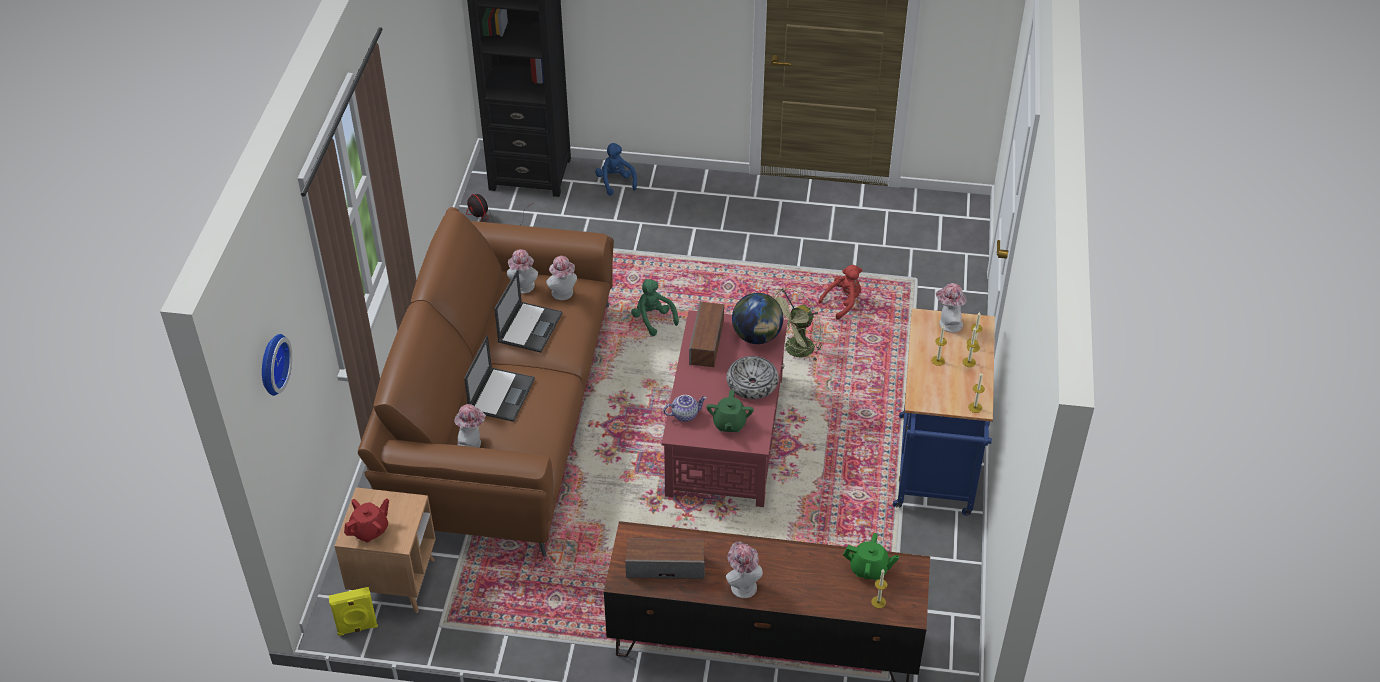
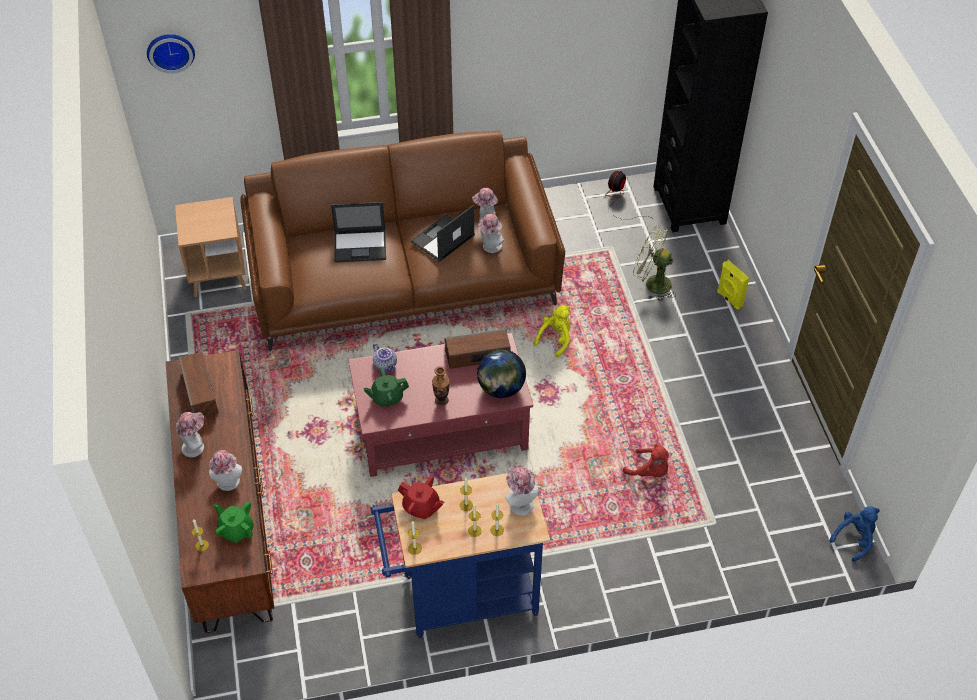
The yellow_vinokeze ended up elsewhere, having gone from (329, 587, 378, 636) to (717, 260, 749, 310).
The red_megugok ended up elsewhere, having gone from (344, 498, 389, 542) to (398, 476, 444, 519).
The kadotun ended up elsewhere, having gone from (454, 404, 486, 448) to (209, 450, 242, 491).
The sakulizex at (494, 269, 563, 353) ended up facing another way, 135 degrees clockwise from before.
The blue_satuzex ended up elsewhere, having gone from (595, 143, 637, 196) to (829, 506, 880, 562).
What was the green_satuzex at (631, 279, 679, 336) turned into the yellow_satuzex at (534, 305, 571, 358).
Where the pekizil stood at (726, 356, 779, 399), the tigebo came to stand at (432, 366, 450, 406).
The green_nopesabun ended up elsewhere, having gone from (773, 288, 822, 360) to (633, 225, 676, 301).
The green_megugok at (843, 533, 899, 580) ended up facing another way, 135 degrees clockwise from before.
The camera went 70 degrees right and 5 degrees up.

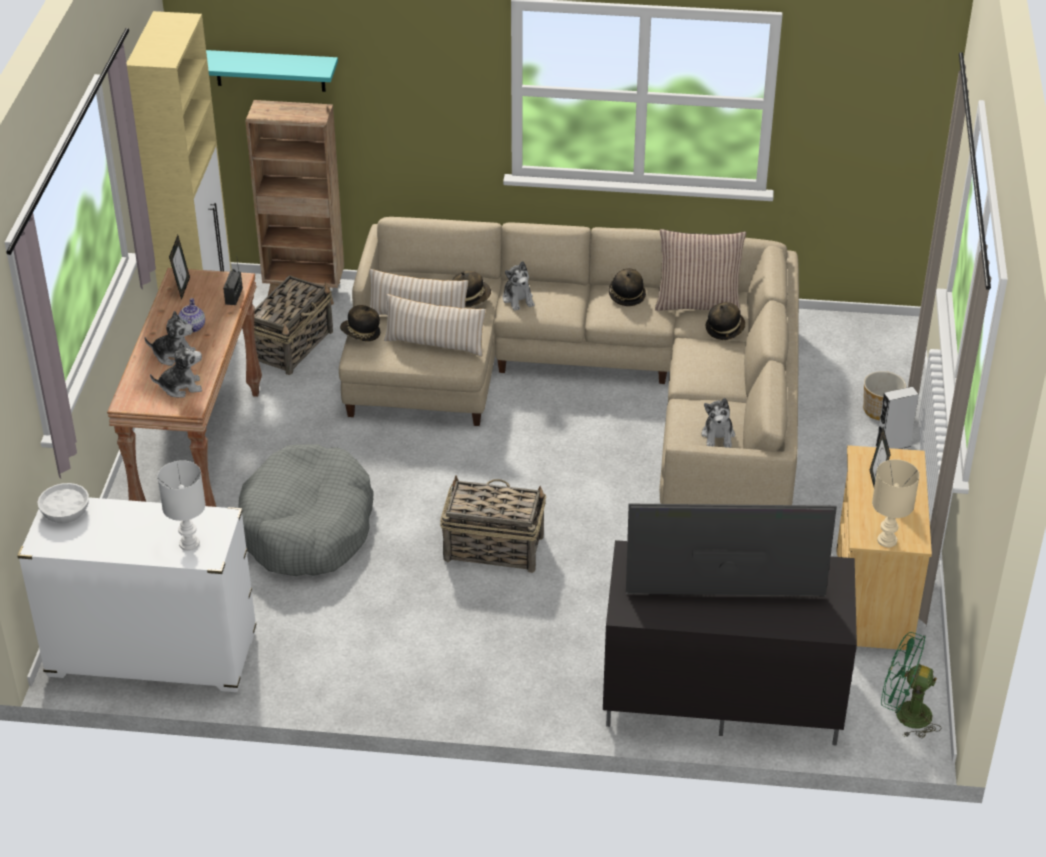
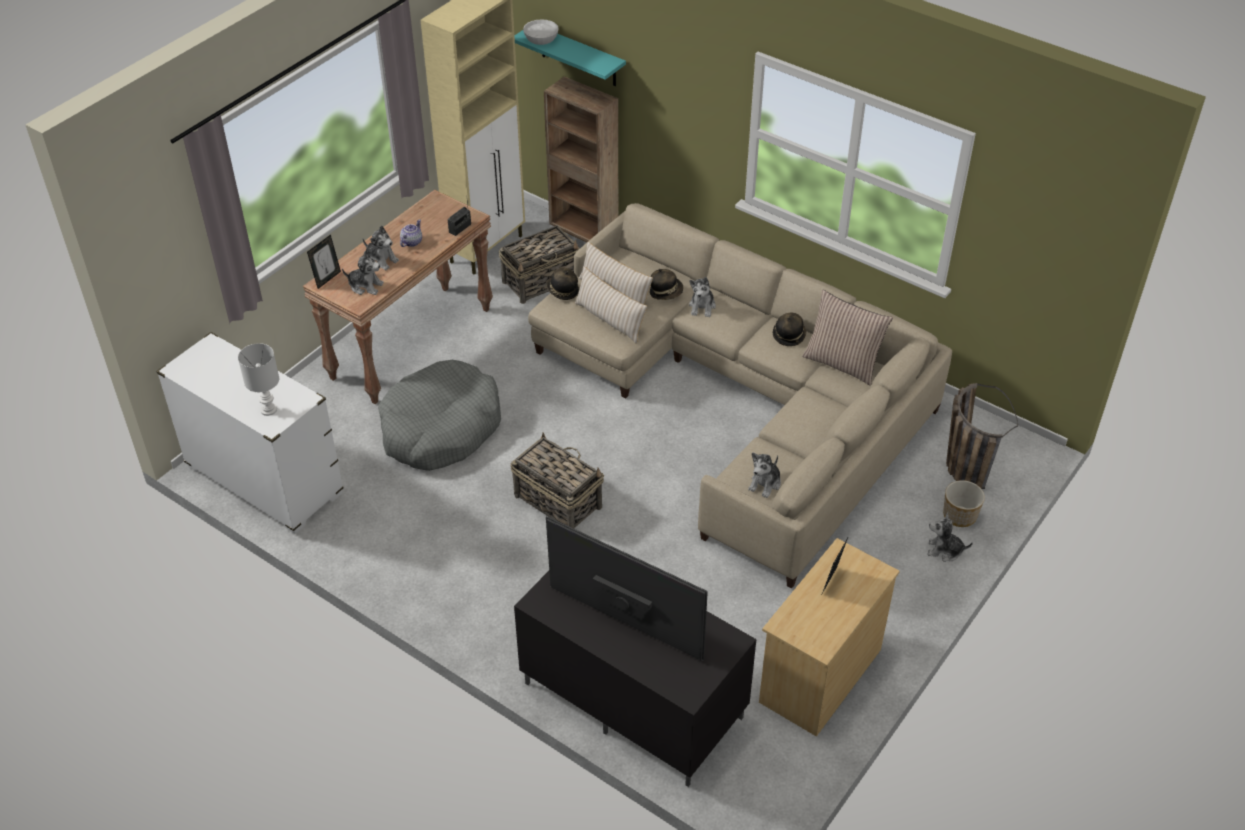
The white_pekizil ended up elsewhere, having gone from (37, 483, 89, 523) to (523, 19, 559, 45).
The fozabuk ended up elsewhere, having gone from (169, 235, 190, 300) to (307, 235, 341, 289).
The second view lost the kadotun at (706, 302, 745, 340).
The second view lost the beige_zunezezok at (872, 459, 920, 547).
Where the grey_vinokeze stood at (875, 387, 919, 449), the satuzex came to stand at (928, 512, 973, 562).
The second view lost the green_nopesabun at (881, 632, 942, 738).
The second view gained the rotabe at (946, 383, 1018, 489).
The camera went 30 degrees right and 5 degrees up.

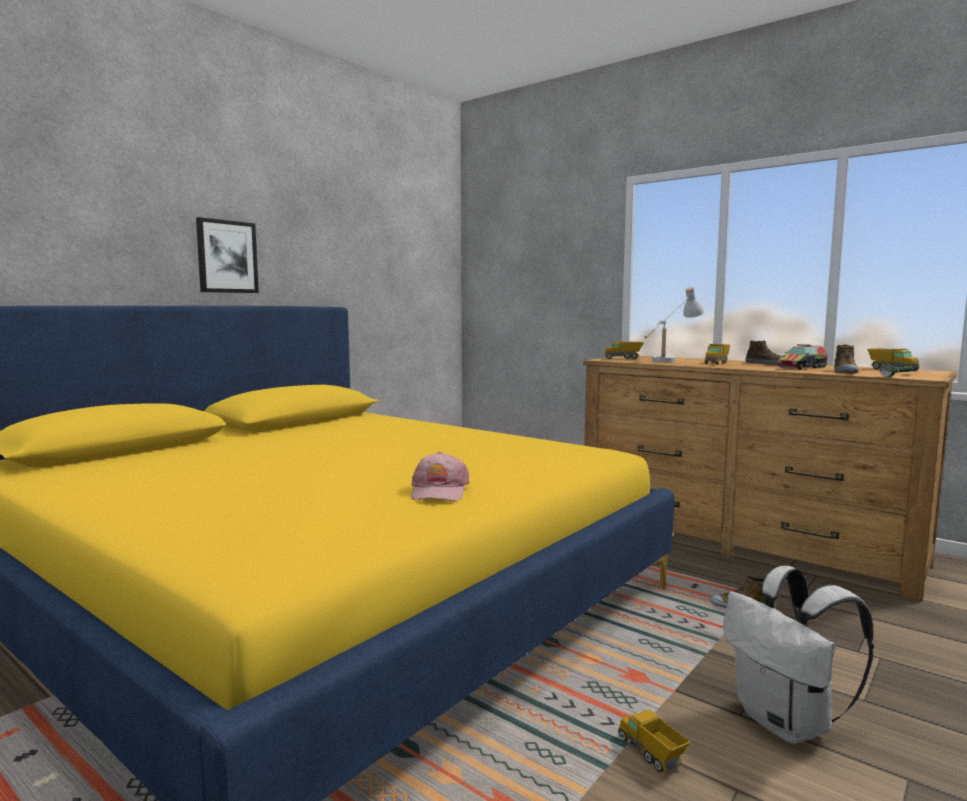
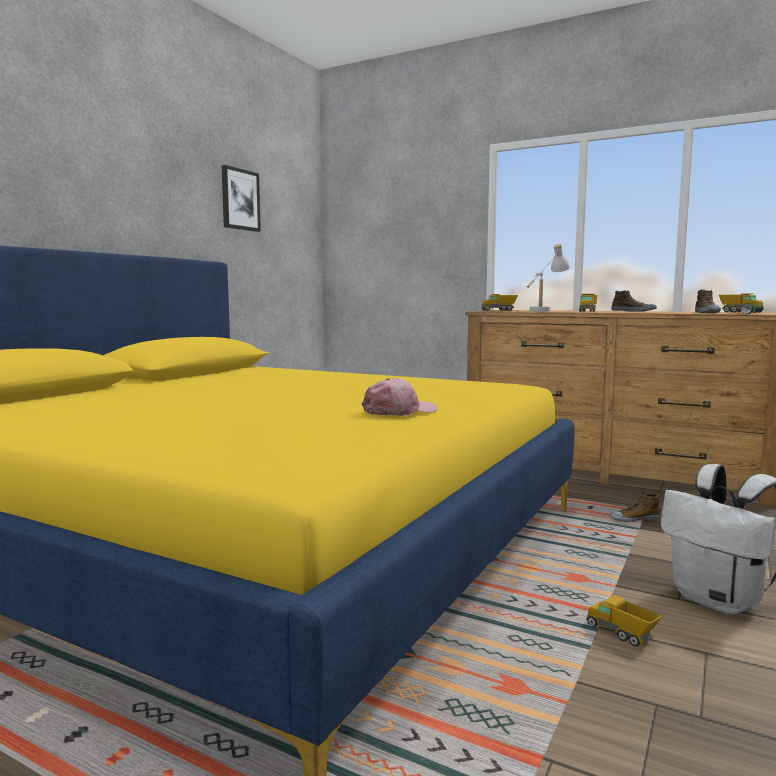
The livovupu ended up elsewhere, having gone from (196, 217, 259, 293) to (222, 165, 261, 232).
The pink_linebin at (411, 452, 469, 501) ended up facing another way, 120 degrees counterclockwise from before.
The second view lost the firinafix at (777, 344, 828, 370).
The camera went 10 degrees left and 0 degrees up.

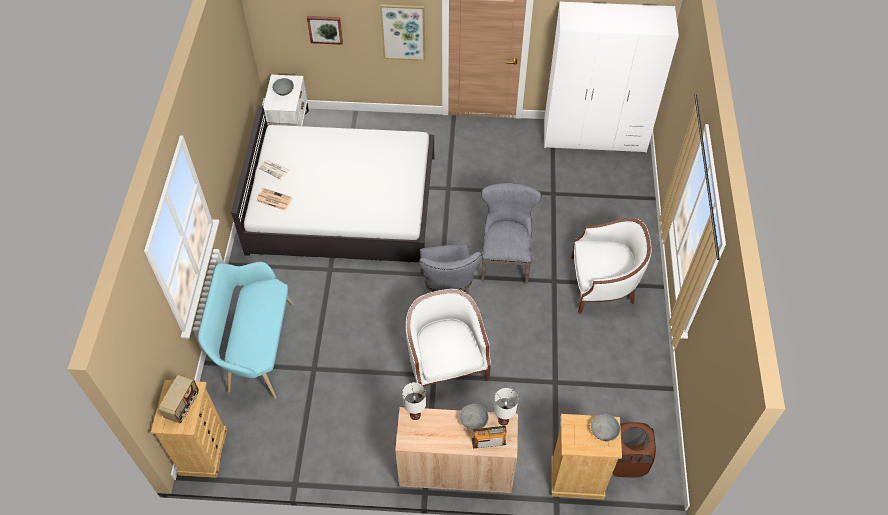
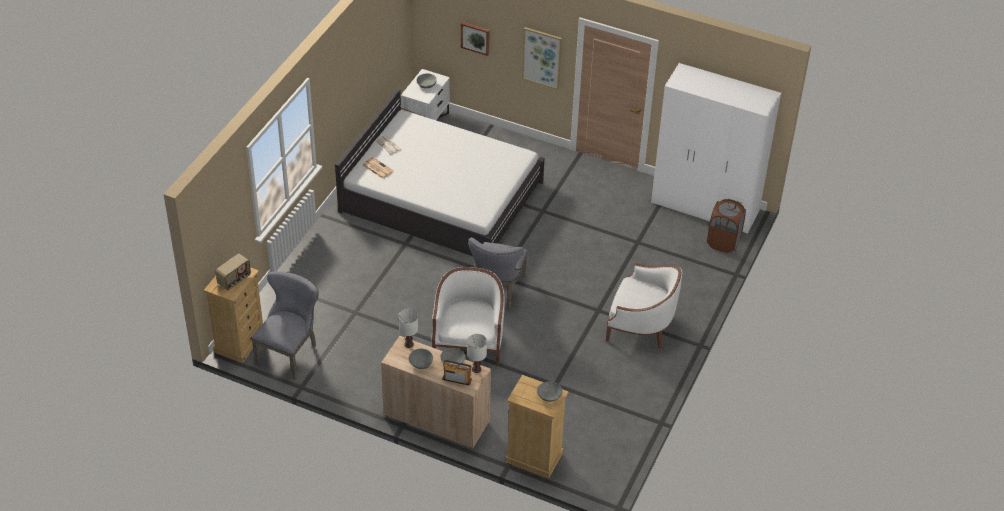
The second view lost the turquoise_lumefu at (198, 262, 294, 399).
The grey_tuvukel ended up elsewhere, having gone from (481, 183, 541, 284) to (252, 271, 319, 380).
The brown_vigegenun ended up elsewhere, having gone from (612, 422, 656, 477) to (707, 199, 746, 253).
The second view gained the grey_pekizil at (409, 349, 433, 369).
The camera went 20 degrees right and 10 degrees down.

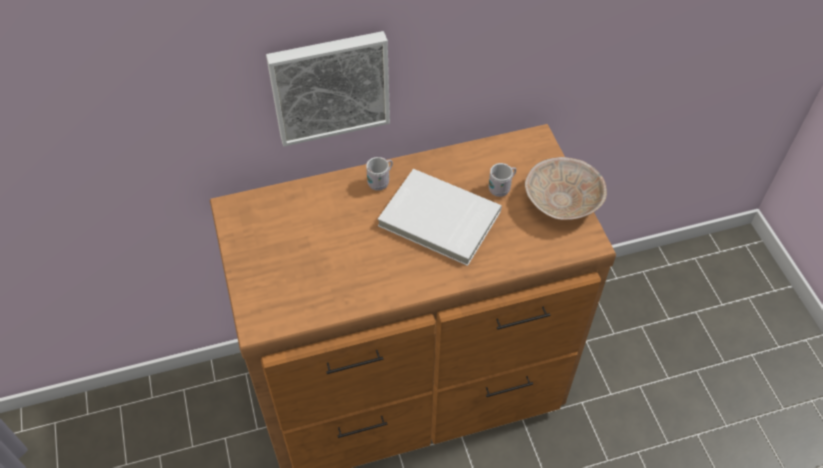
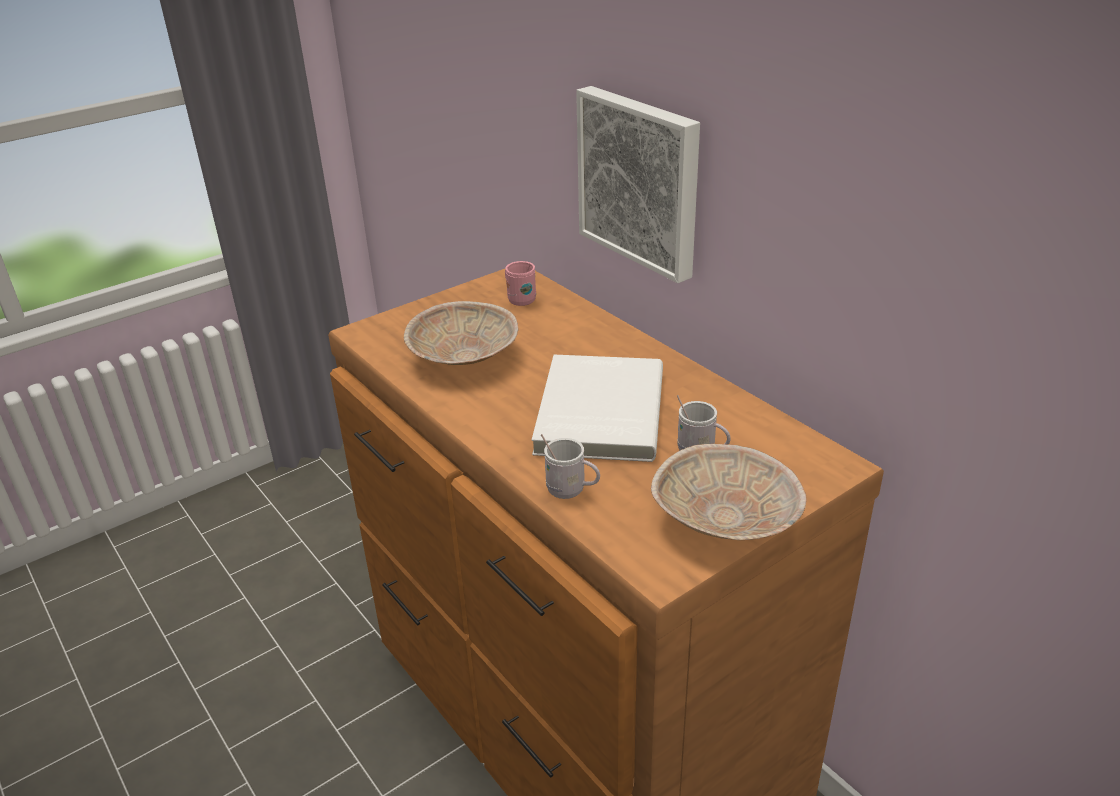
The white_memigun ended up elsewhere, having gone from (366, 157, 393, 191) to (541, 434, 600, 499).
The second view gained the beige_pekizil at (404, 301, 519, 365).
The second view gained the pink_memigun at (505, 261, 536, 306).
The camera went 70 degrees right and 20 degrees down.

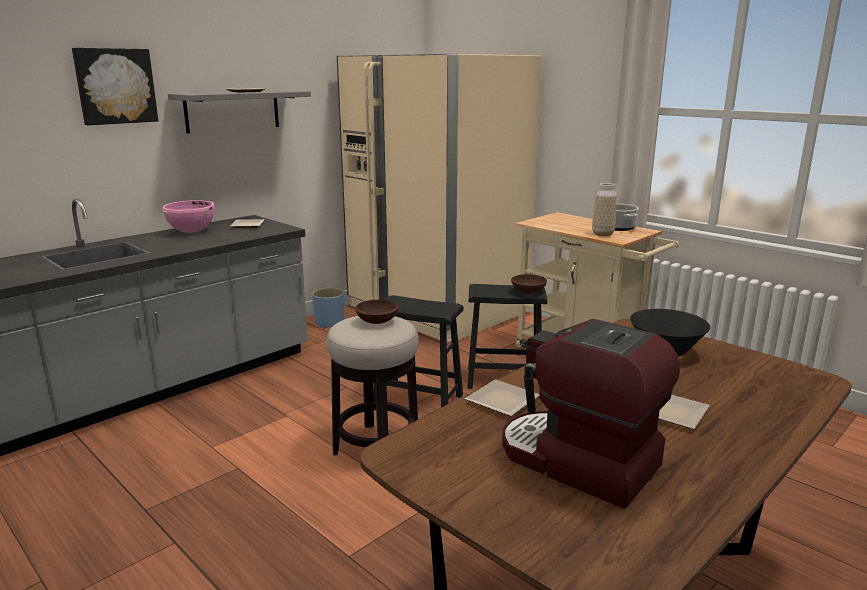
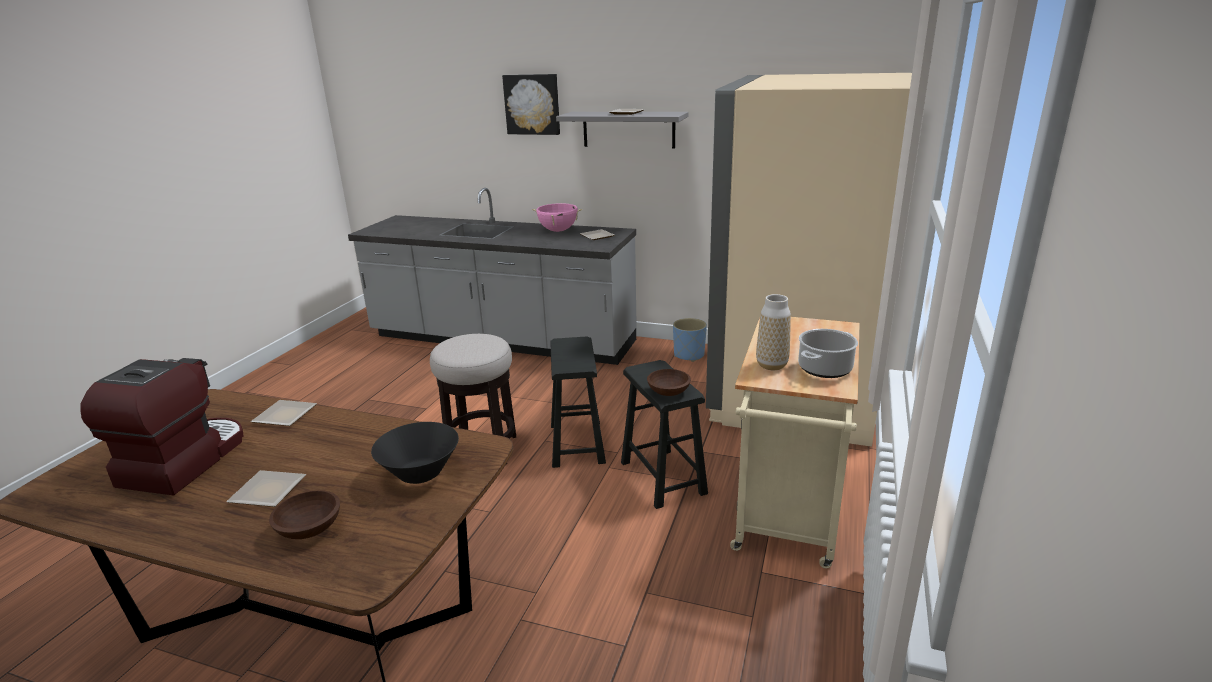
The brown_pekizil ended up elsewhere, having gone from (355, 300, 399, 324) to (269, 490, 340, 539).
The camera went 65 degrees right and 5 degrees up.

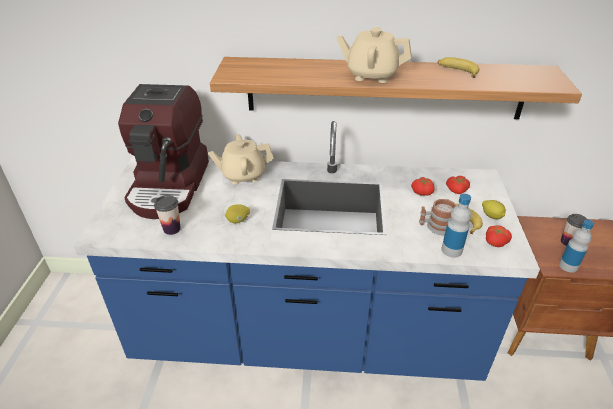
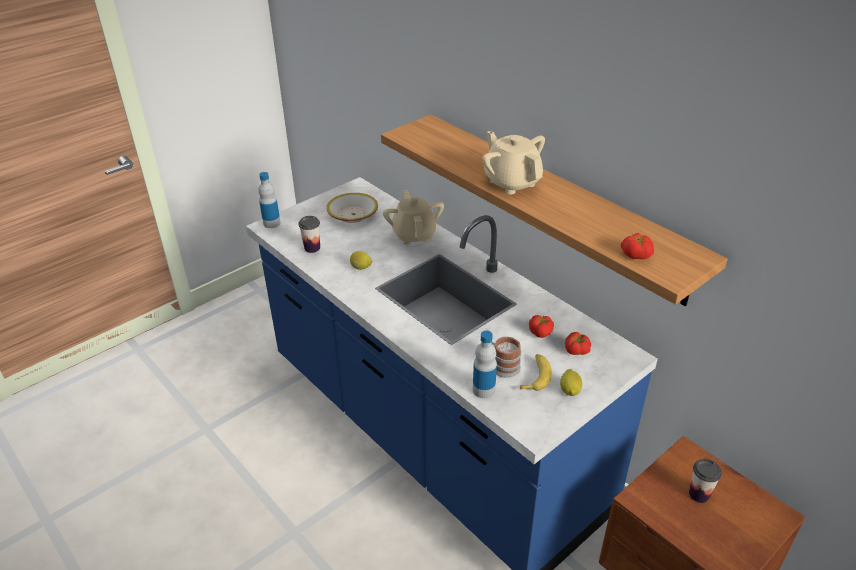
Where the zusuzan stood at (118, 84, 209, 219), the pekizil came to stand at (326, 193, 378, 223).
The beige_megugok at (208, 134, 273, 185) ended up facing another way, 45 degrees clockwise from before.
The second view lost the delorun at (438, 57, 479, 78).
The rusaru ended up elsewhere, having gone from (486, 225, 512, 247) to (621, 233, 654, 259).
The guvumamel ended up elsewhere, having gone from (559, 219, 594, 273) to (258, 172, 281, 228).
The camera went 45 degrees right and 0 degrees up.

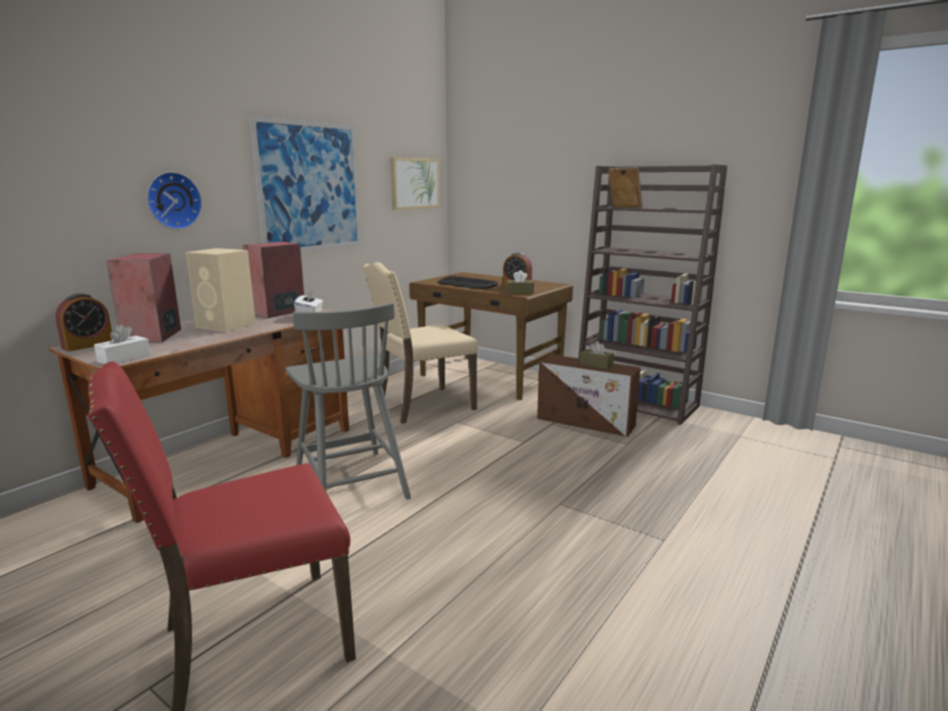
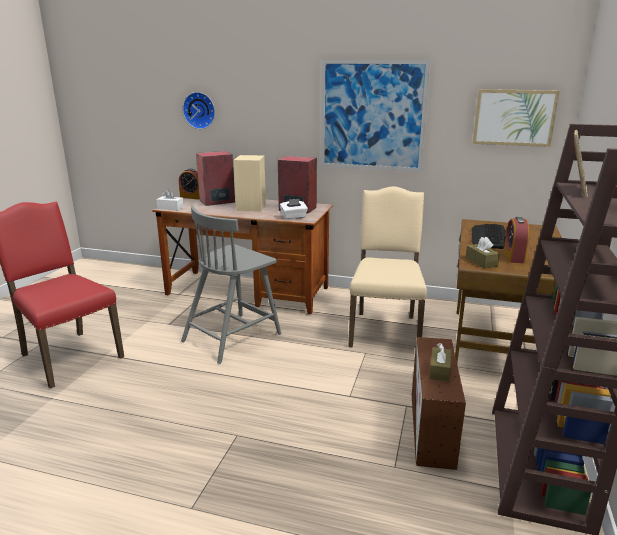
The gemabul ended up elsewhere, having gone from (147, 172, 202, 230) to (183, 92, 215, 129).
The beige_tuvukel at (362, 262, 478, 424) ended up facing another way, 60 degrees clockwise from before.
The camera went 70 degrees right and 5 degrees up.

